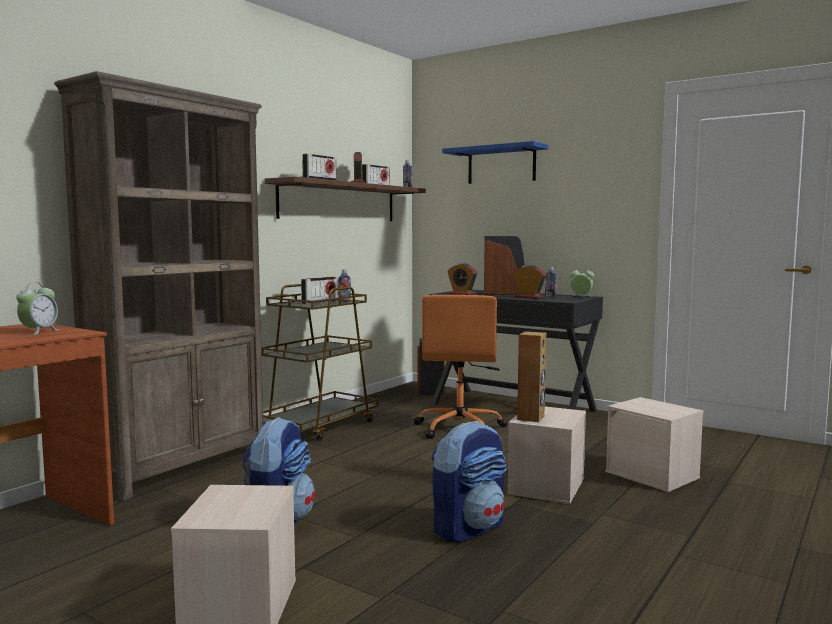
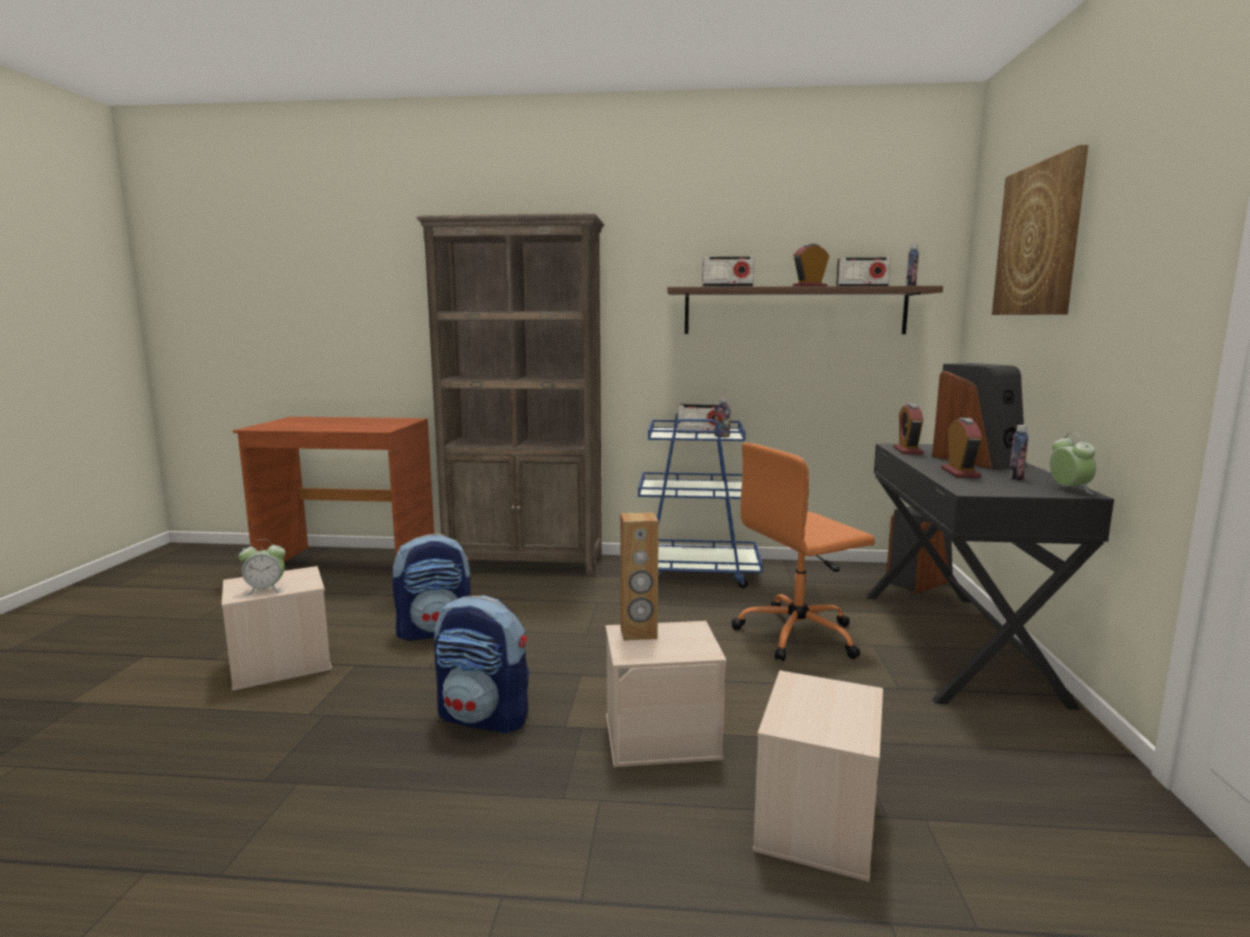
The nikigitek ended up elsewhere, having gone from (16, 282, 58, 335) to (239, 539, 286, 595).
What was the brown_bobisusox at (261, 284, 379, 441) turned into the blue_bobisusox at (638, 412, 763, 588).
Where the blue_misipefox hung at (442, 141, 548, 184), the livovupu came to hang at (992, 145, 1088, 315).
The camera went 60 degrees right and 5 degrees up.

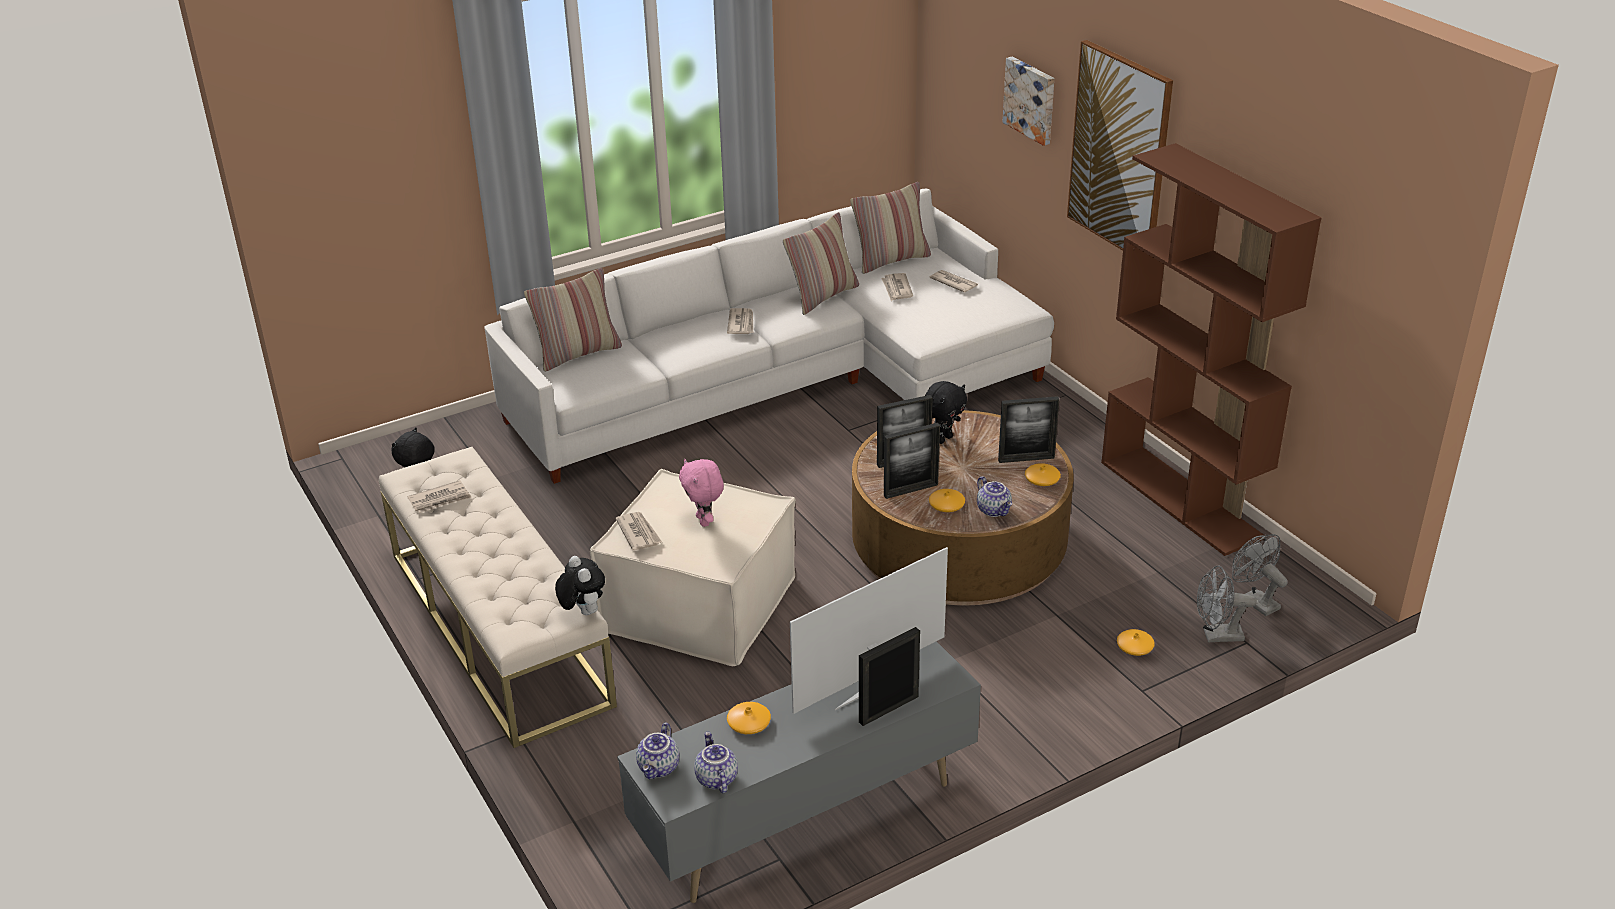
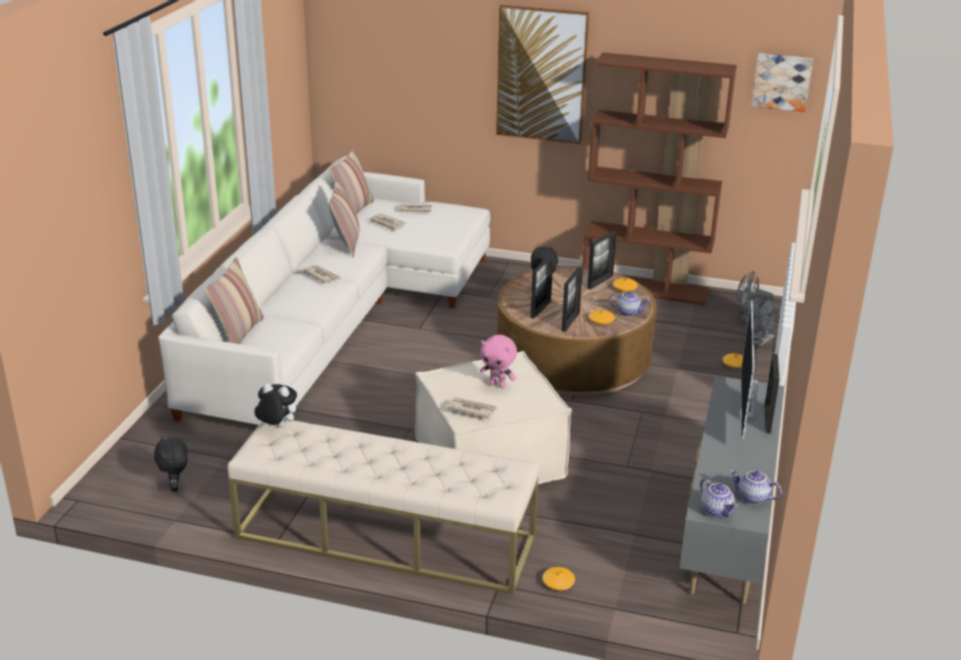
The second view lost the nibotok at (407, 480, 471, 513).
The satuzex ended up elsewhere, having gone from (555, 556, 605, 615) to (254, 383, 297, 428).
The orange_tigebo ended up elsewhere, having gone from (727, 702, 771, 734) to (542, 567, 575, 591).
The livovupu ended up elsewhere, having gone from (1003, 57, 1054, 146) to (751, 53, 813, 112).
The camera went 45 degrees left and 5 degrees down.

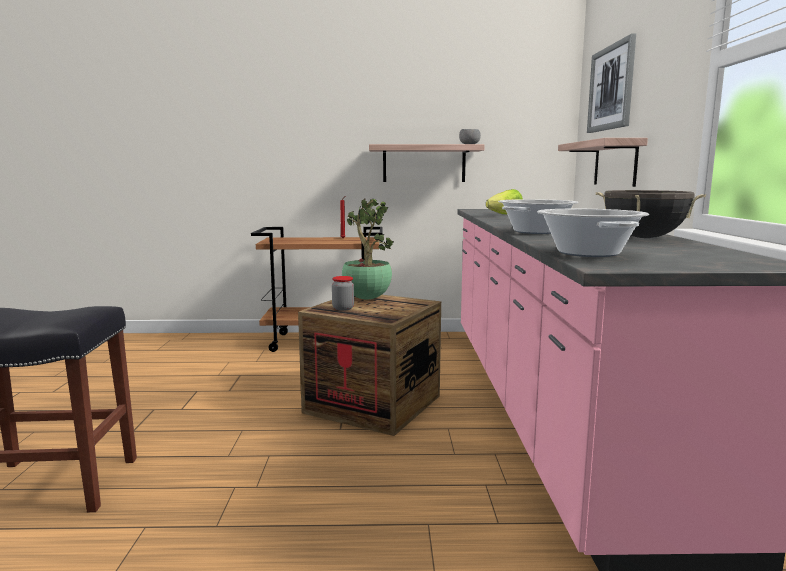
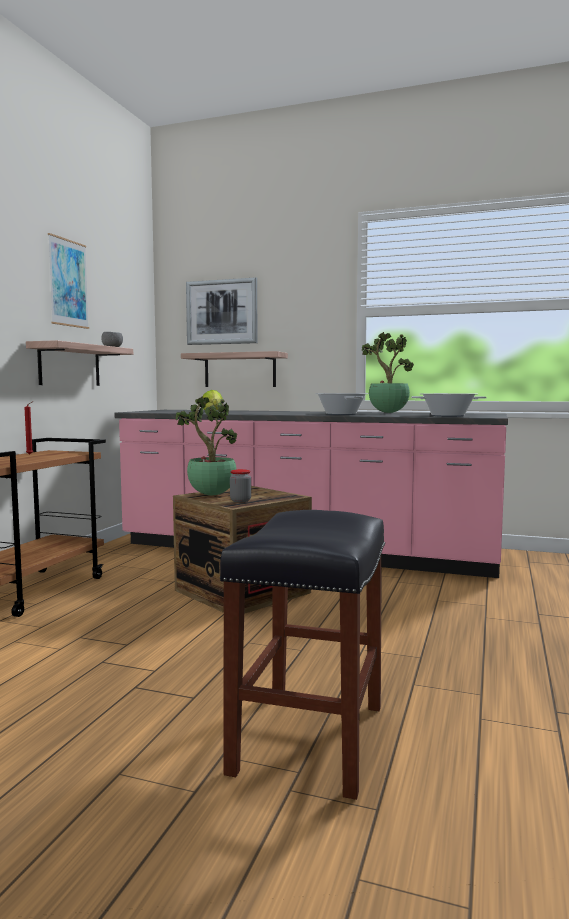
Where the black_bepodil stood at (596, 190, 706, 238), the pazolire came to stand at (362, 332, 414, 413).
The second view gained the livovupu at (48, 233, 89, 329).
The camera went 70 degrees left and 5 degrees down.

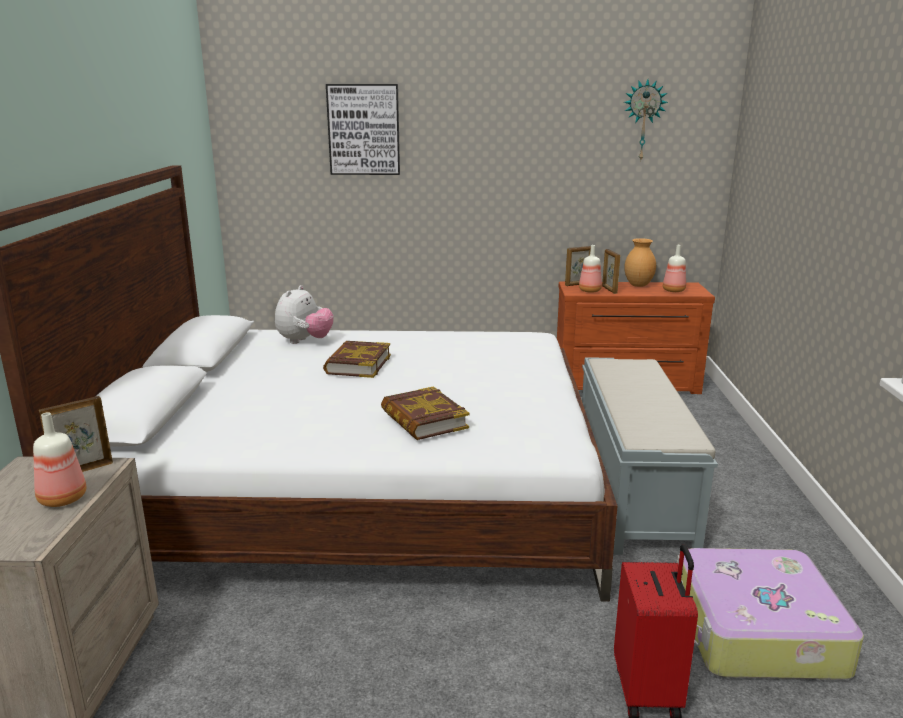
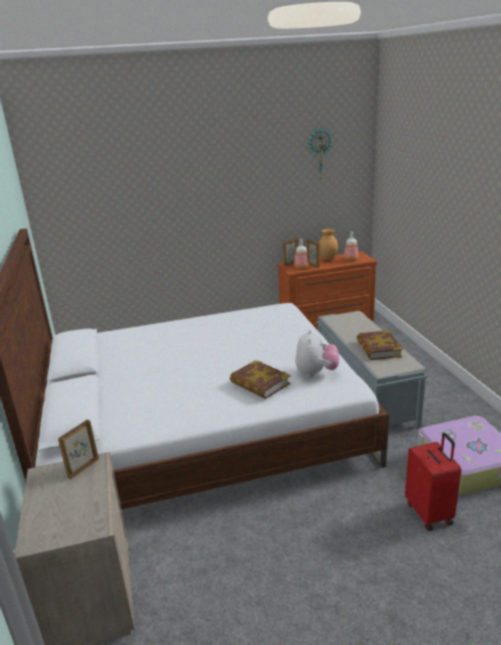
The second view lost the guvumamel at (33, 412, 87, 507).
The satuzex ended up elsewhere, having gone from (275, 285, 334, 344) to (295, 330, 339, 377).
The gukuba ended up elsewhere, having gone from (323, 341, 391, 378) to (357, 330, 403, 360).
The second view lost the livovupu at (326, 84, 400, 175).
The camera went 15 degrees left and 5 degrees up.

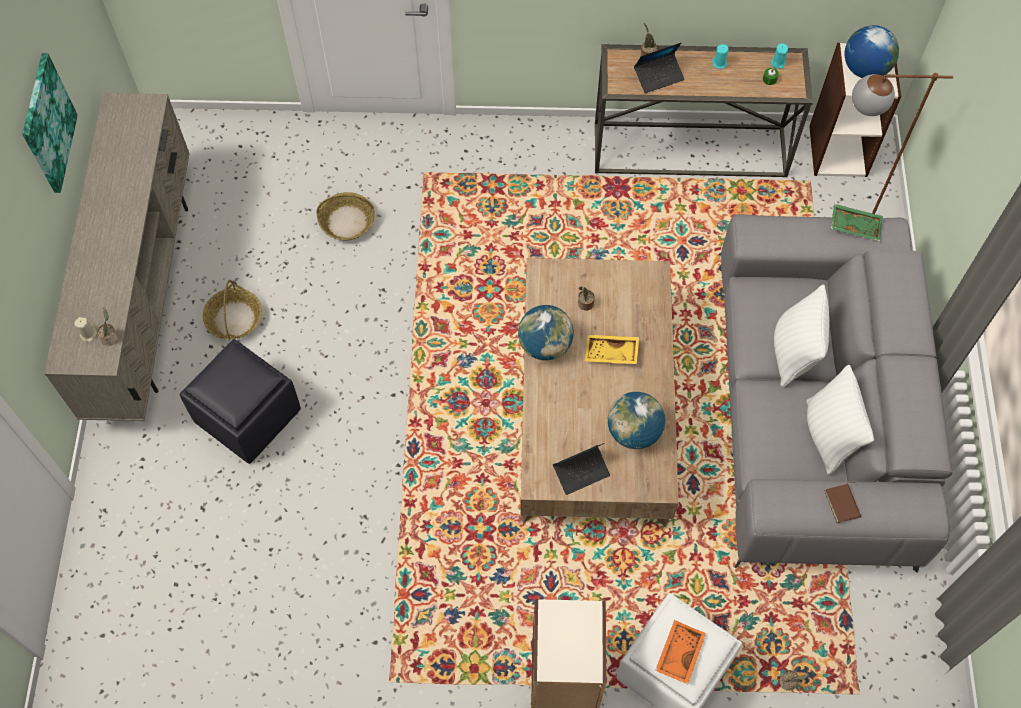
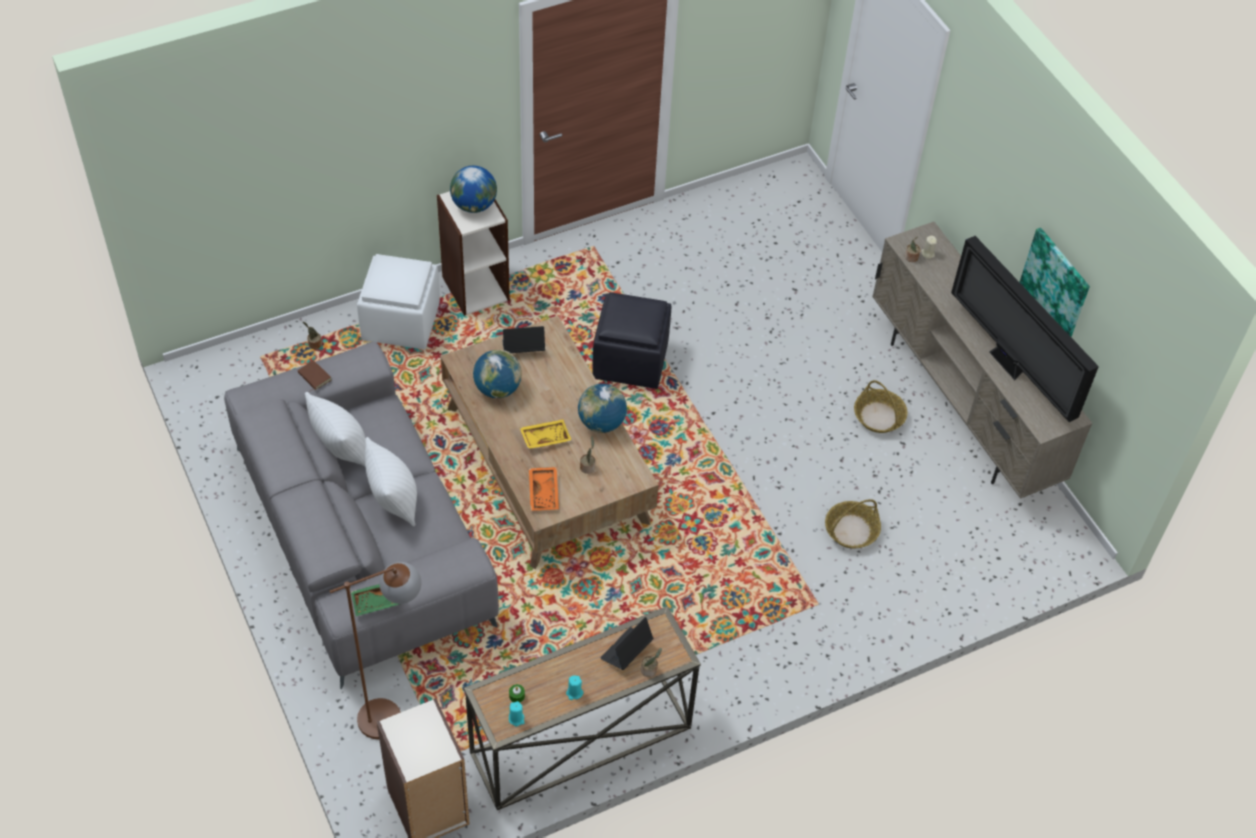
The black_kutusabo ended up elsewhere, having gone from (180, 339, 301, 464) to (592, 292, 671, 389).
The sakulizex at (553, 443, 610, 495) ended up facing another way, 45 degrees clockwise from before.
The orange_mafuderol ended up elsewhere, having gone from (655, 620, 706, 684) to (529, 467, 559, 511).
The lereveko ended up elsewhere, having gone from (845, 25, 899, 78) to (450, 166, 497, 213).
The second view gained the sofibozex at (951, 236, 1099, 422).
The camera went 150 degrees right and 10 degrees down.

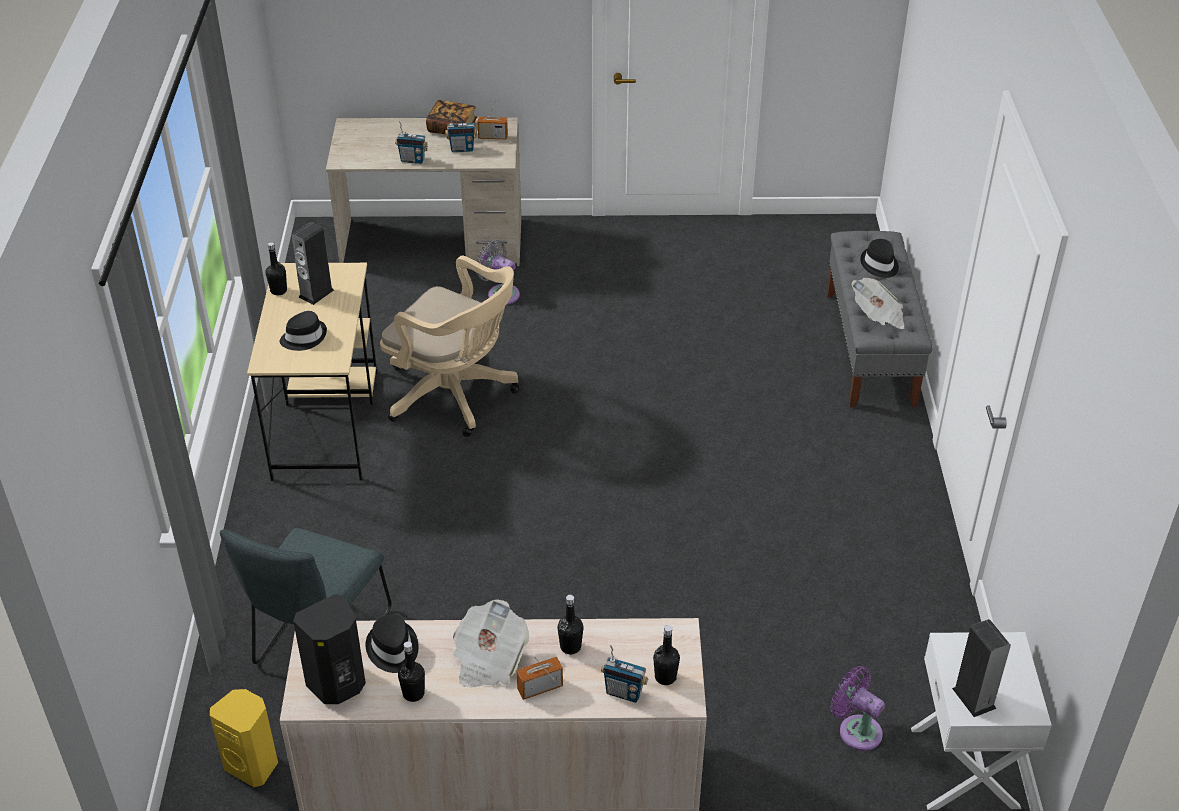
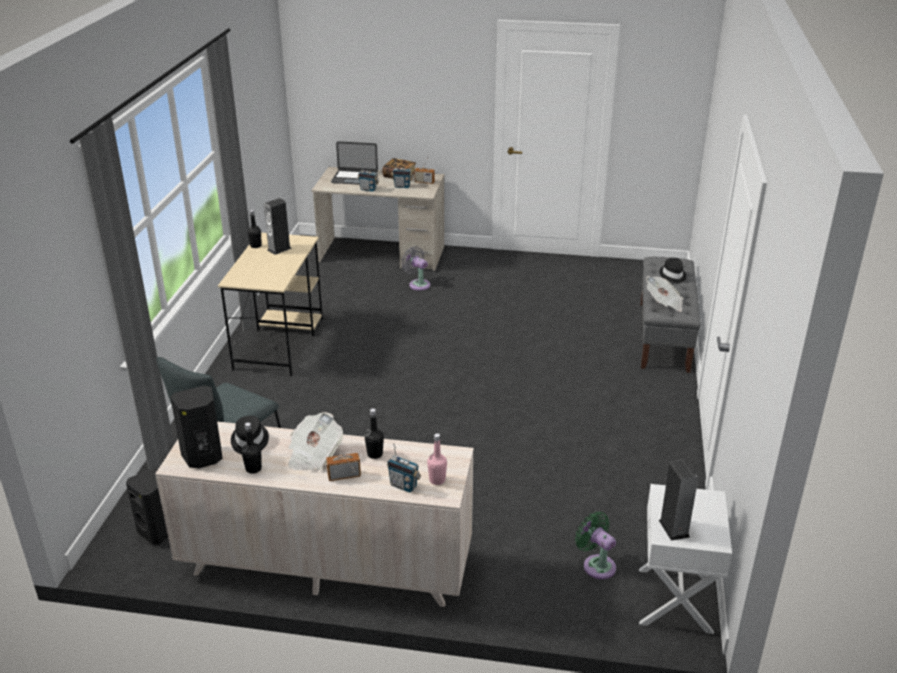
What was the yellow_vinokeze at (210, 689, 278, 787) turned into the black_vinokeze at (126, 470, 168, 545).
The second view lost the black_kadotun at (280, 311, 327, 351).
The second view lost the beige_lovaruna at (380, 255, 519, 437).
What was the black_guvumamel at (653, 625, 680, 685) turned into the pink_guvumamel at (427, 433, 447, 485).
What was the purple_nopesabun at (831, 666, 885, 751) turned into the green_nopesabun at (575, 512, 616, 579).
The second view gained the sakulizex at (331, 141, 378, 185).
The camera went 10 degrees right and 10 degrees down.

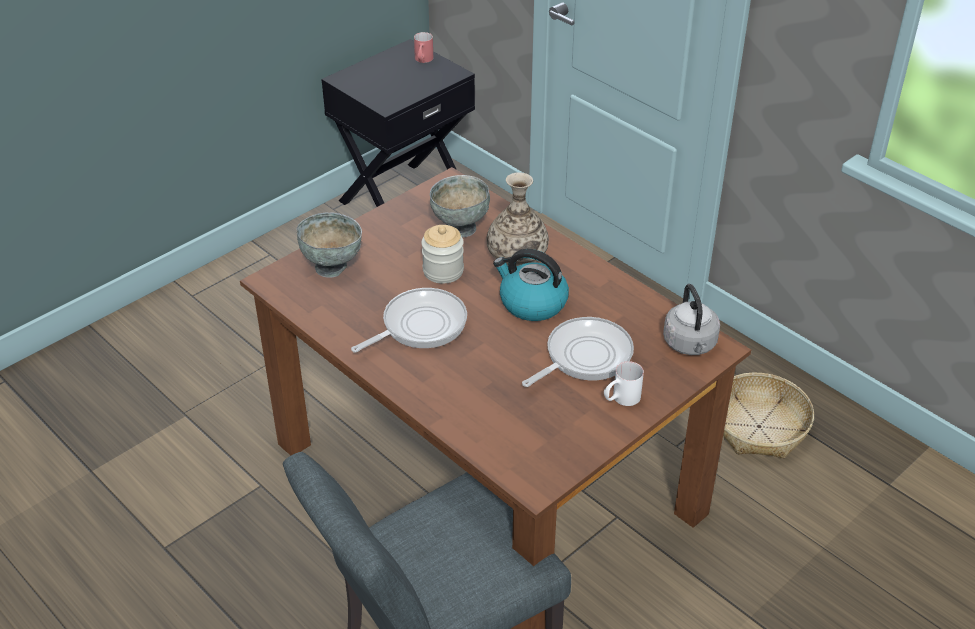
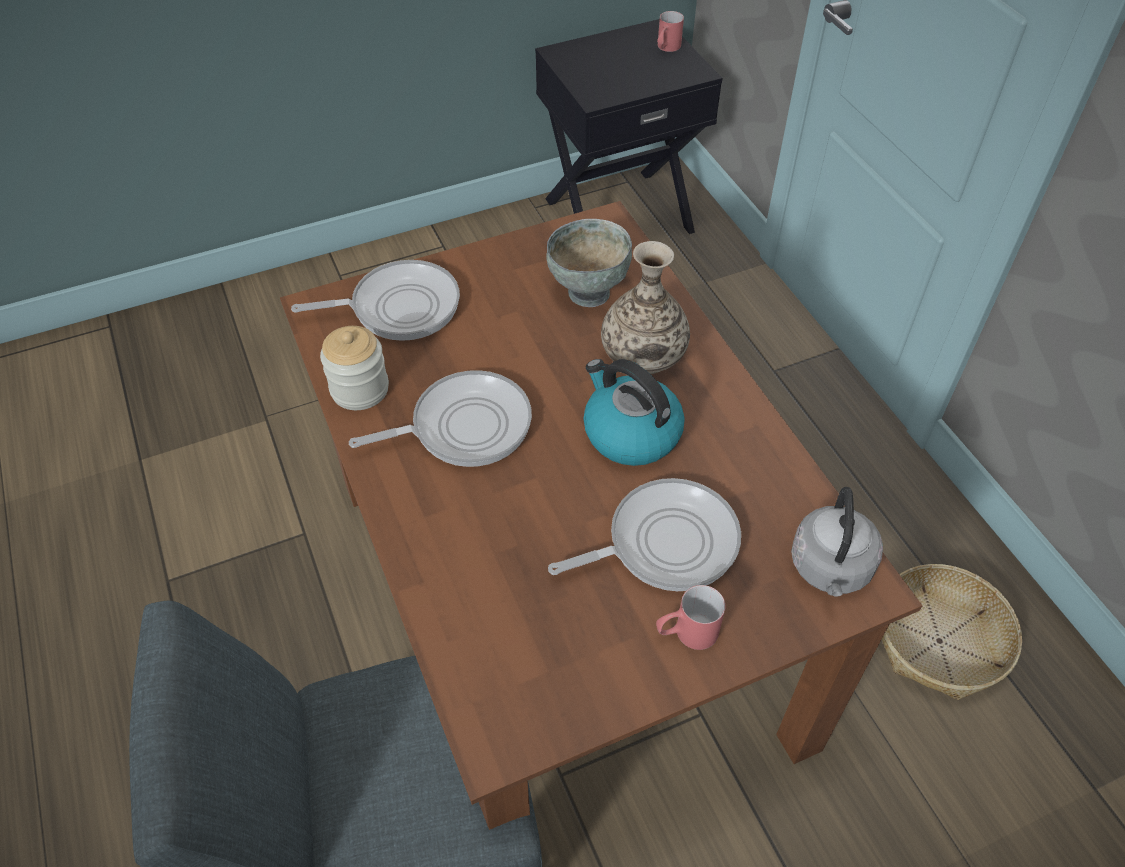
Where the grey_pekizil stood at (297, 213, 362, 278), the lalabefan came to stand at (291, 260, 460, 341).
The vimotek ended up elsewhere, having gone from (421, 225, 464, 284) to (320, 326, 389, 410).
What was the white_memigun at (604, 361, 644, 406) turned into the red_memigun at (656, 585, 725, 650).
The camera went 20 degrees right and 10 degrees up.

